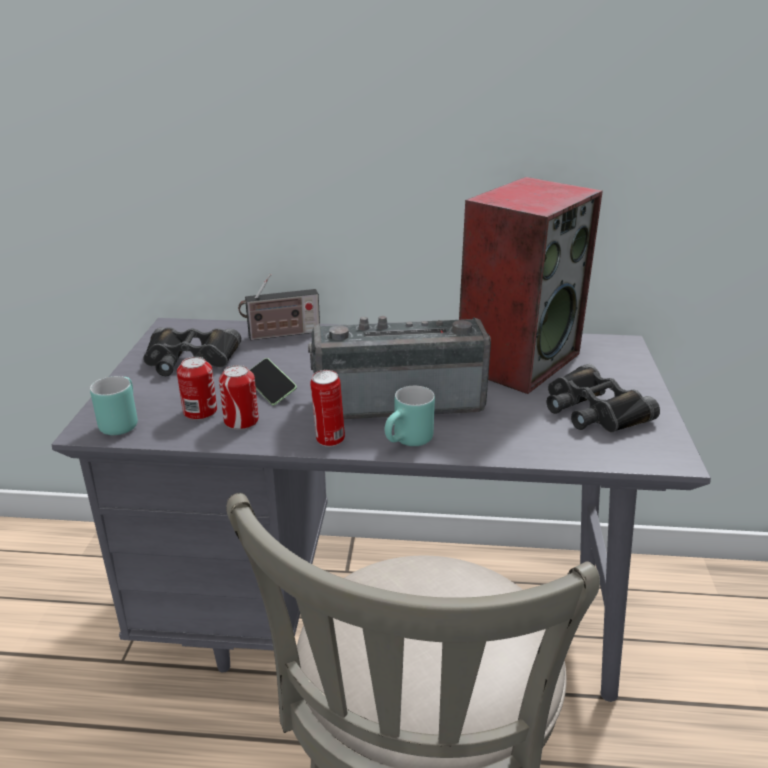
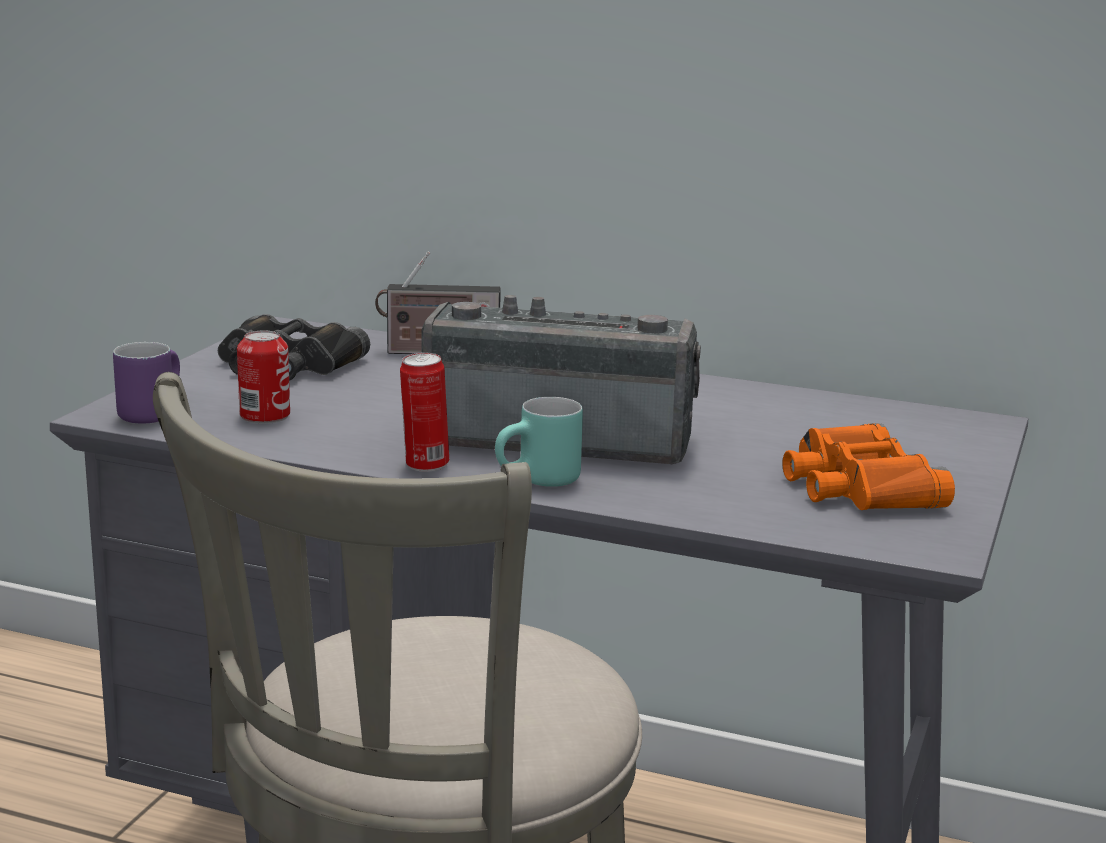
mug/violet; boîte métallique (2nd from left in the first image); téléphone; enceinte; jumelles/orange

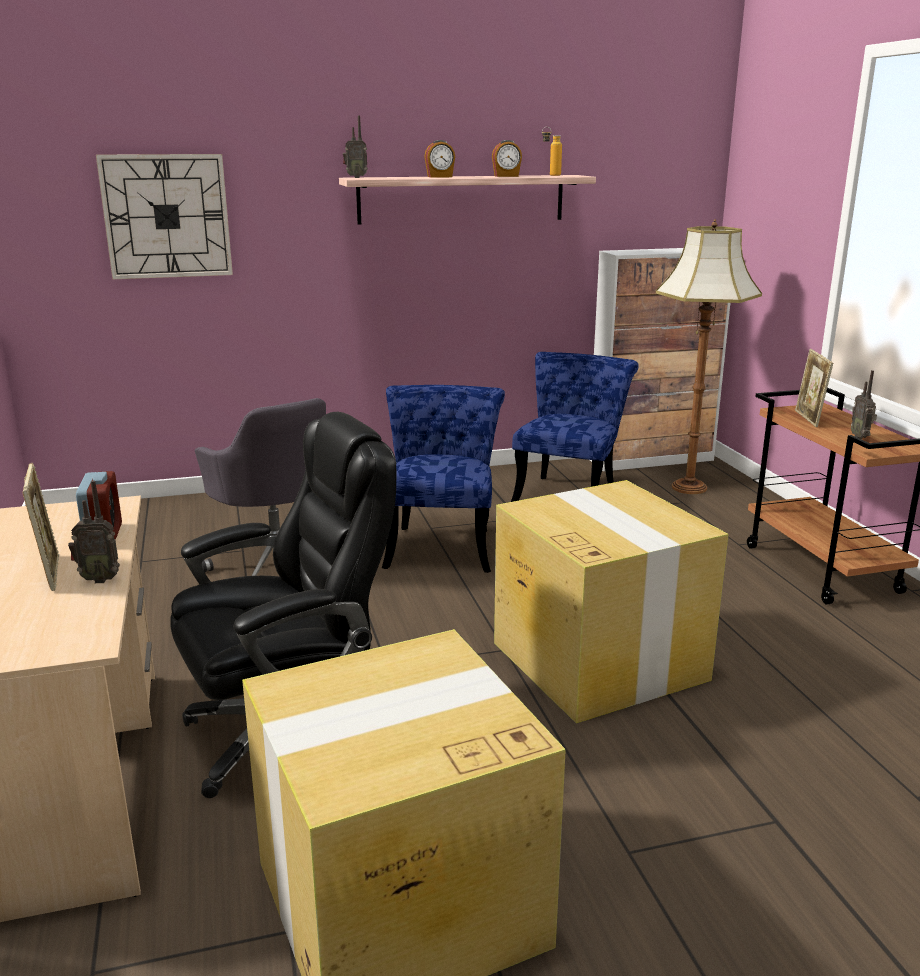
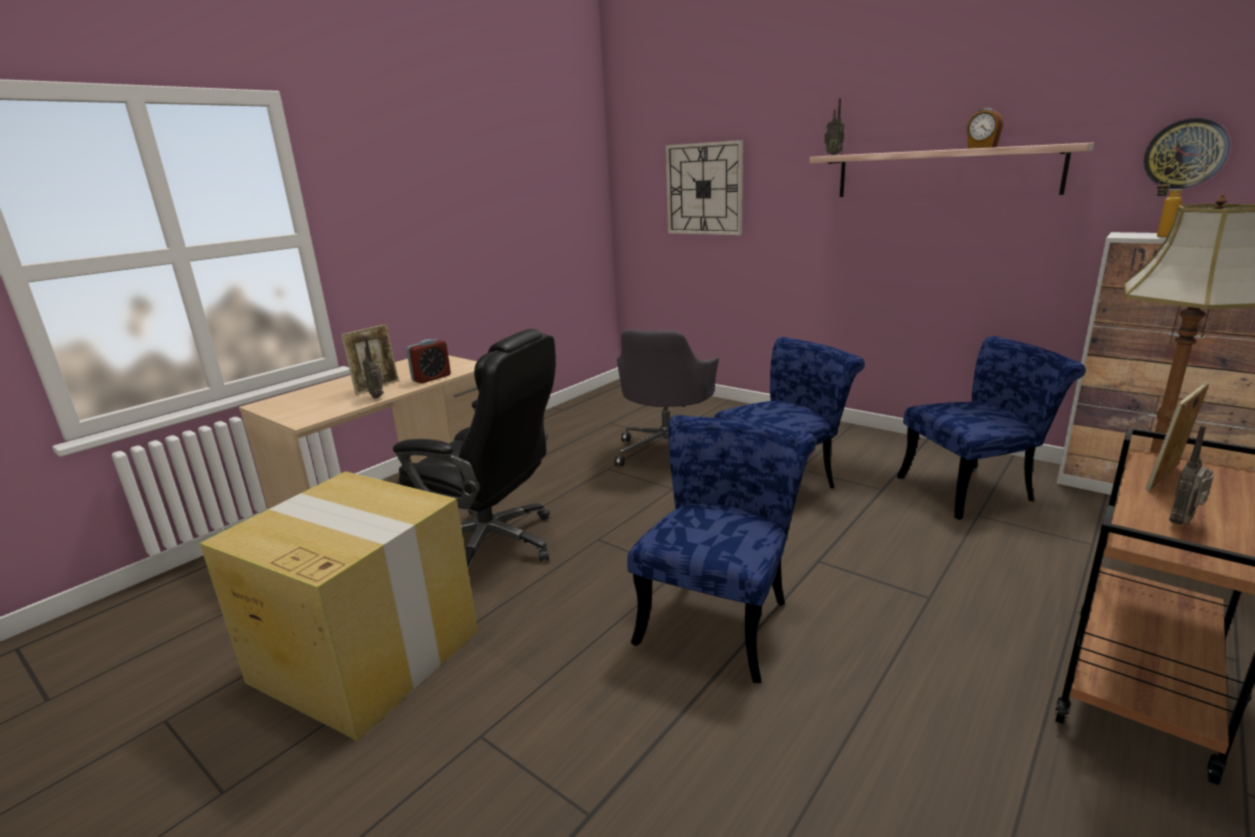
réveil (2nd from left in the first image); chaise/bleu (1st from left); bouteille; horloge murale (2nd from left)

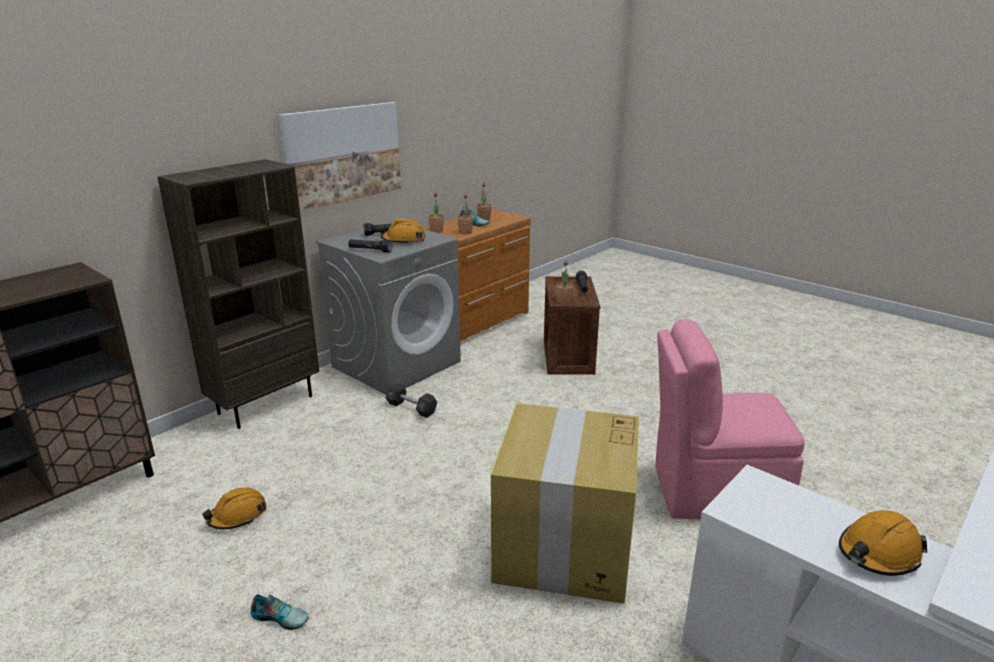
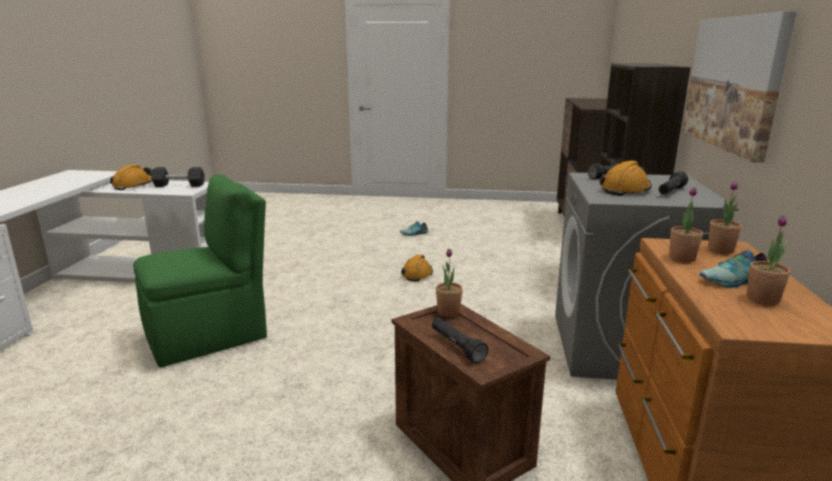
casque de chantier/orange (2nd from left); haltère/noir; carton; chaise/vert

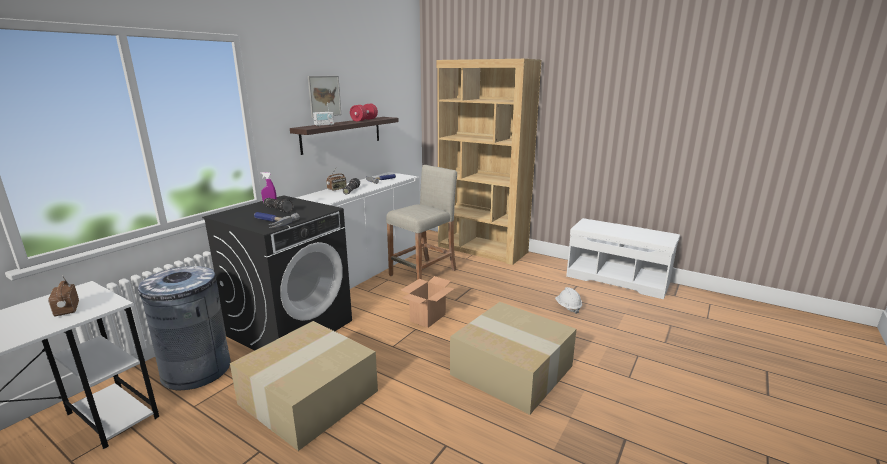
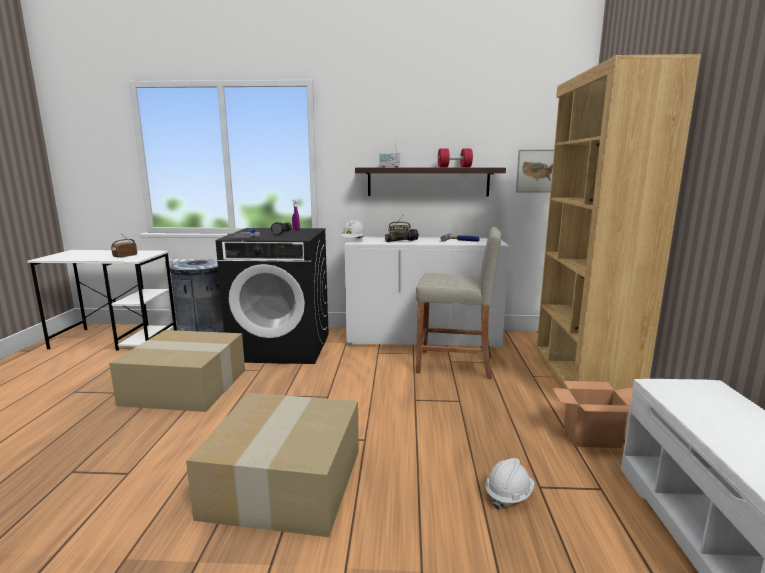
tableau; carton (3rd from left); casque de chantier/blanc (1st from left)

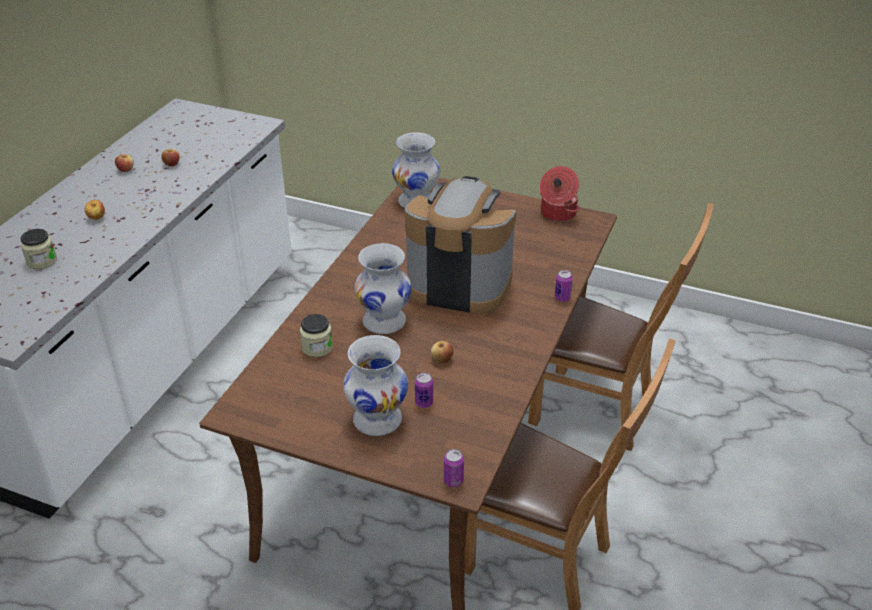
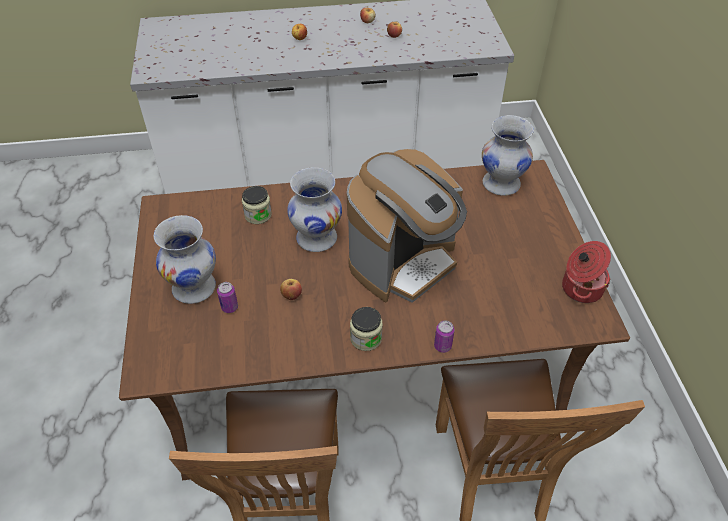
bocal (2nd from left); machine à café; boîte métallique (2nd from left in the first image)

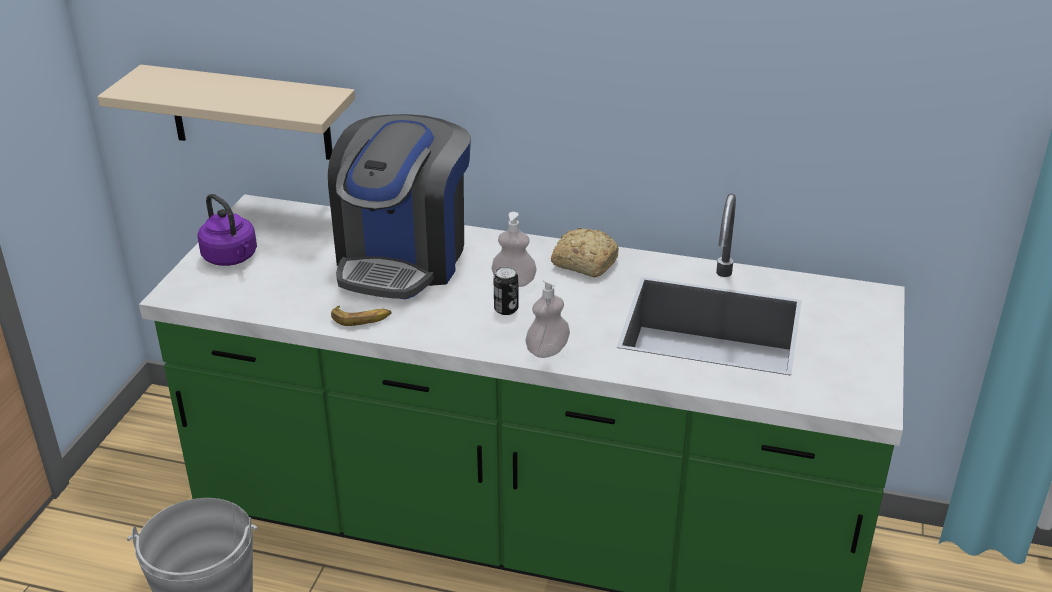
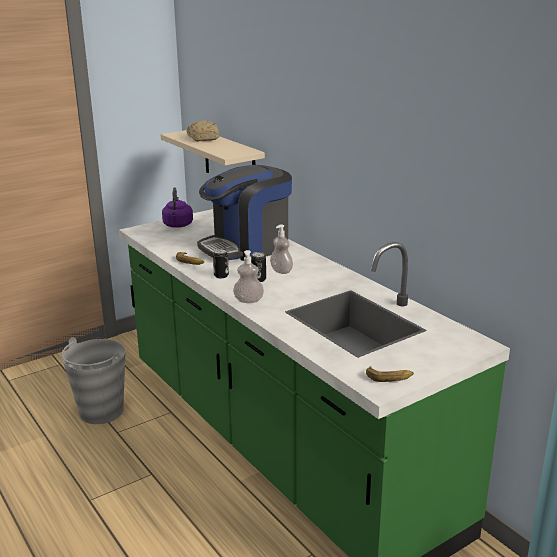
pain; boîte métallique (1st from left); banane (2nd from left)

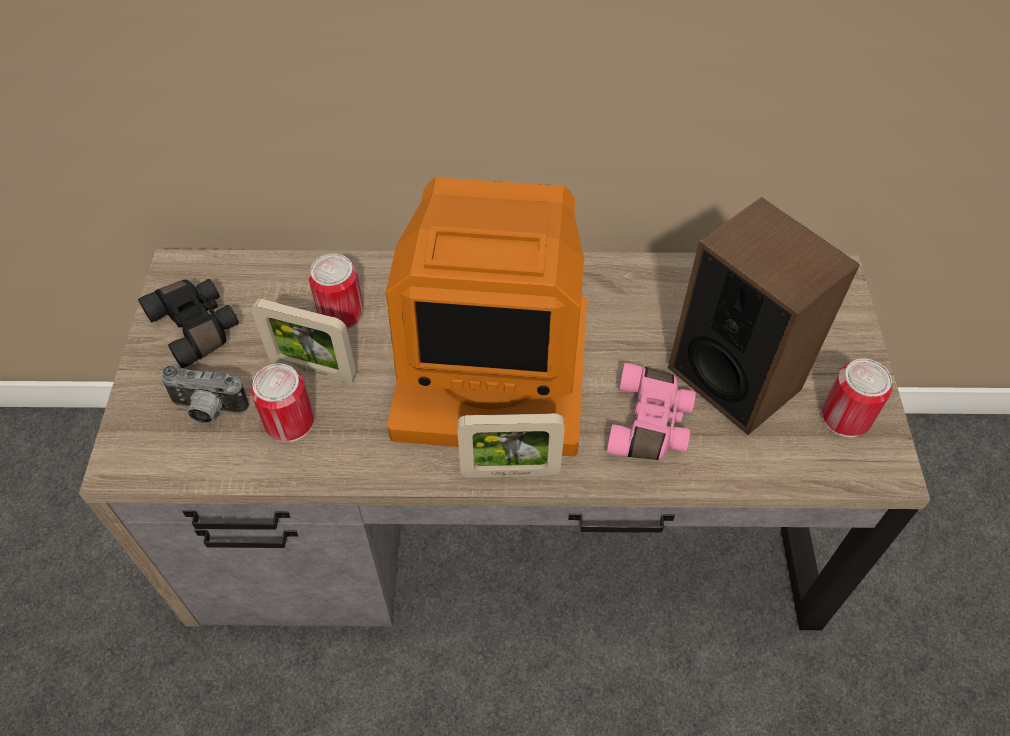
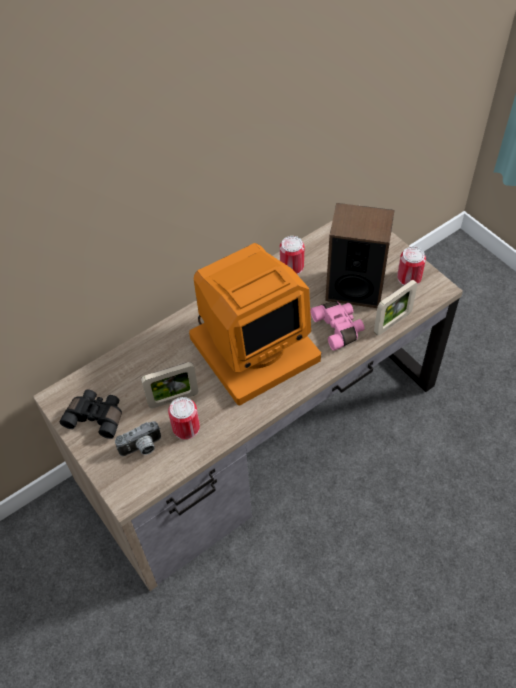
boîte métallique (2nd from left); cadre photo (2nd from left)

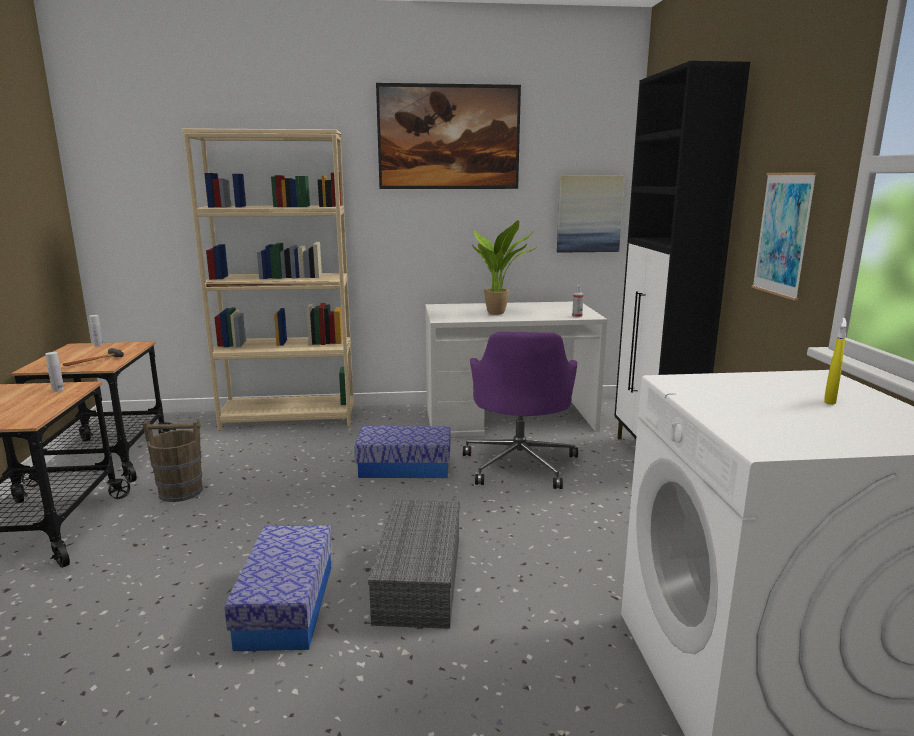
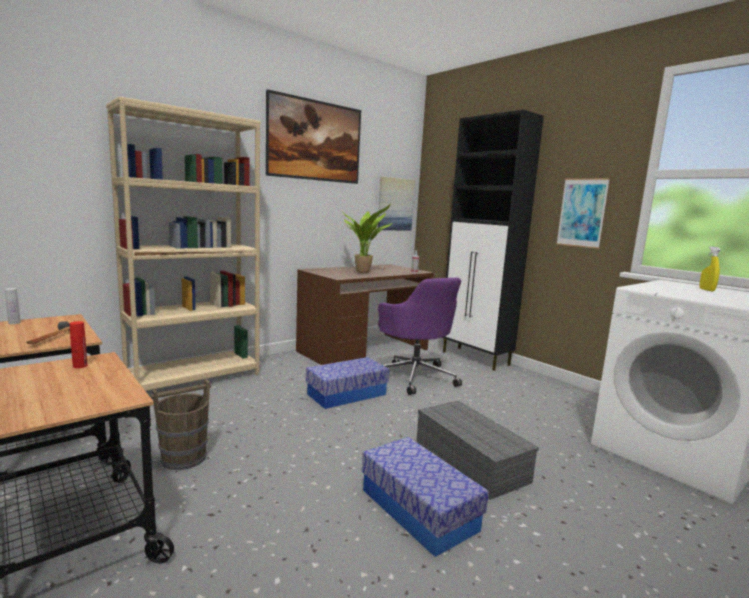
bouteille/rouge; bureau/marron

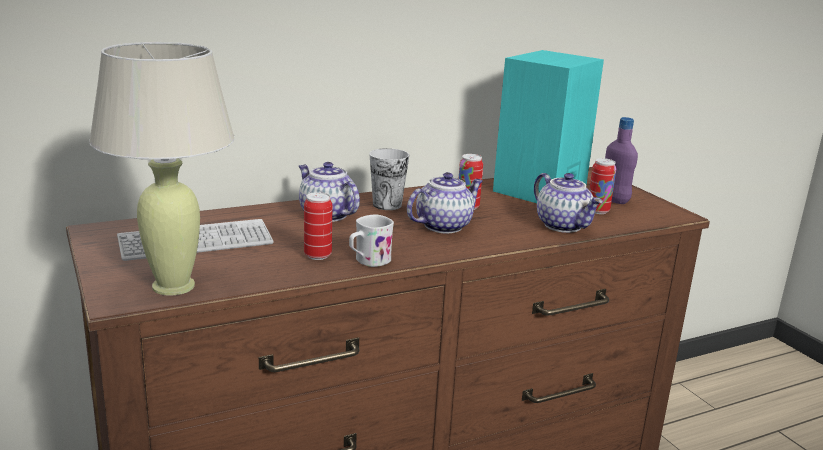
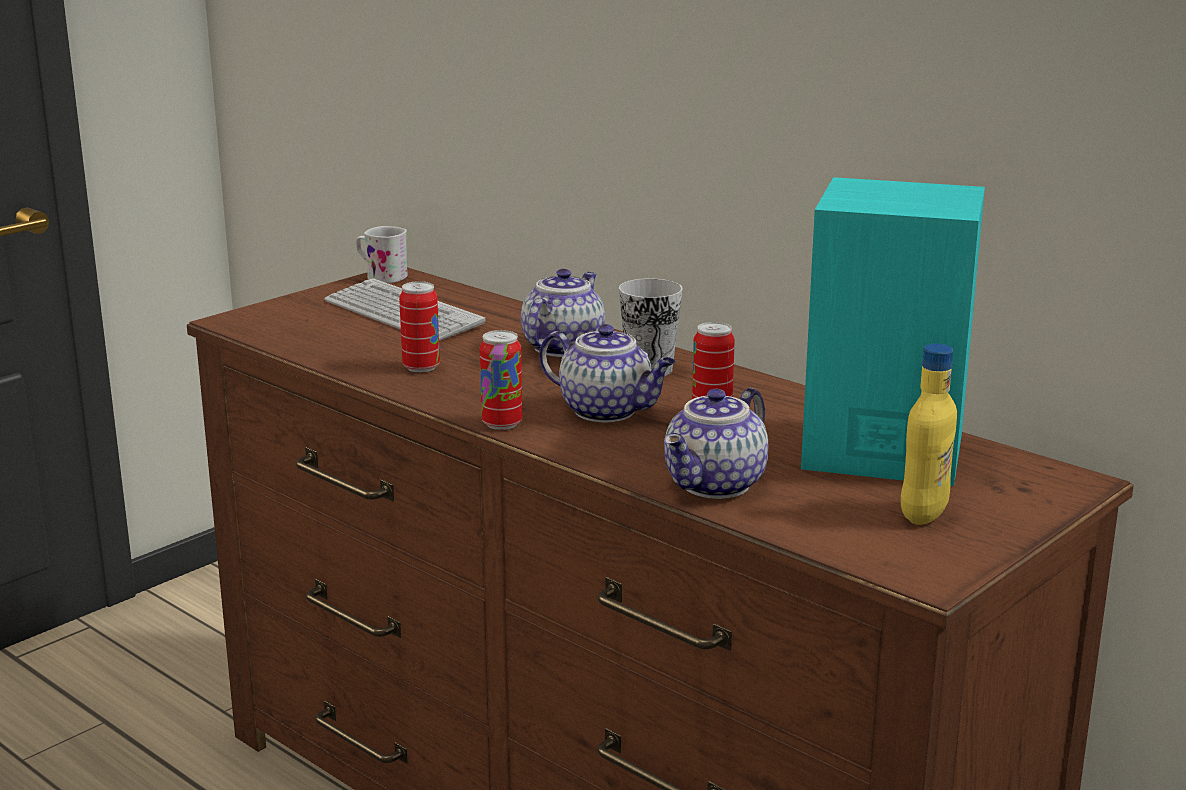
lampe de table/beige; mug/blanc; boîte métallique (2nd from left); bouteille/jaune

